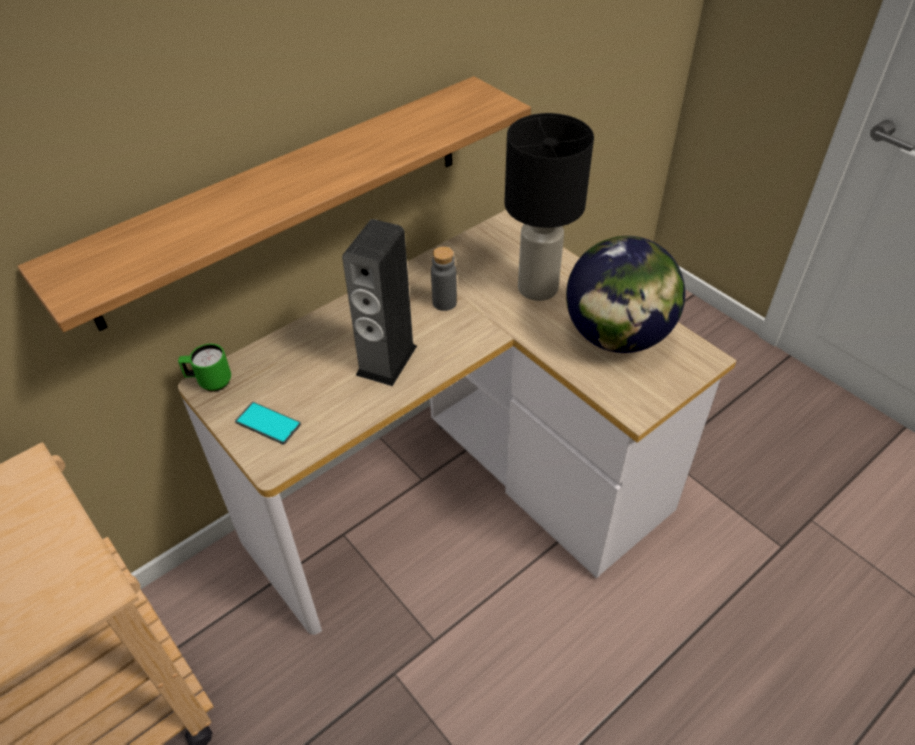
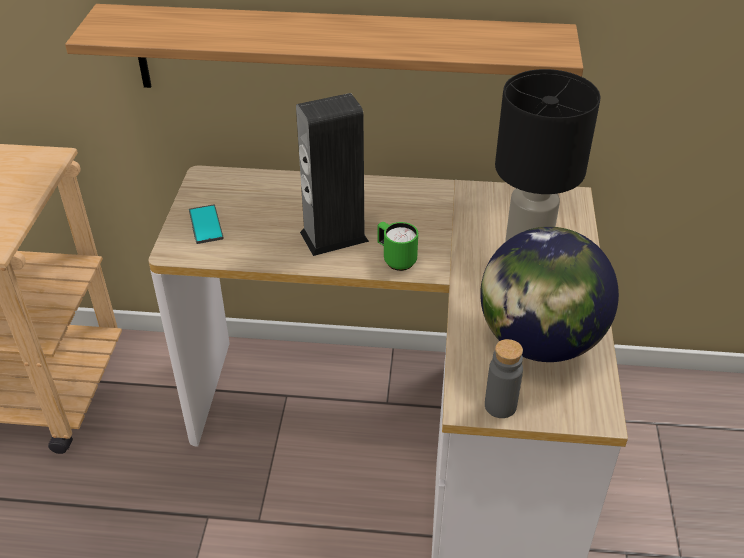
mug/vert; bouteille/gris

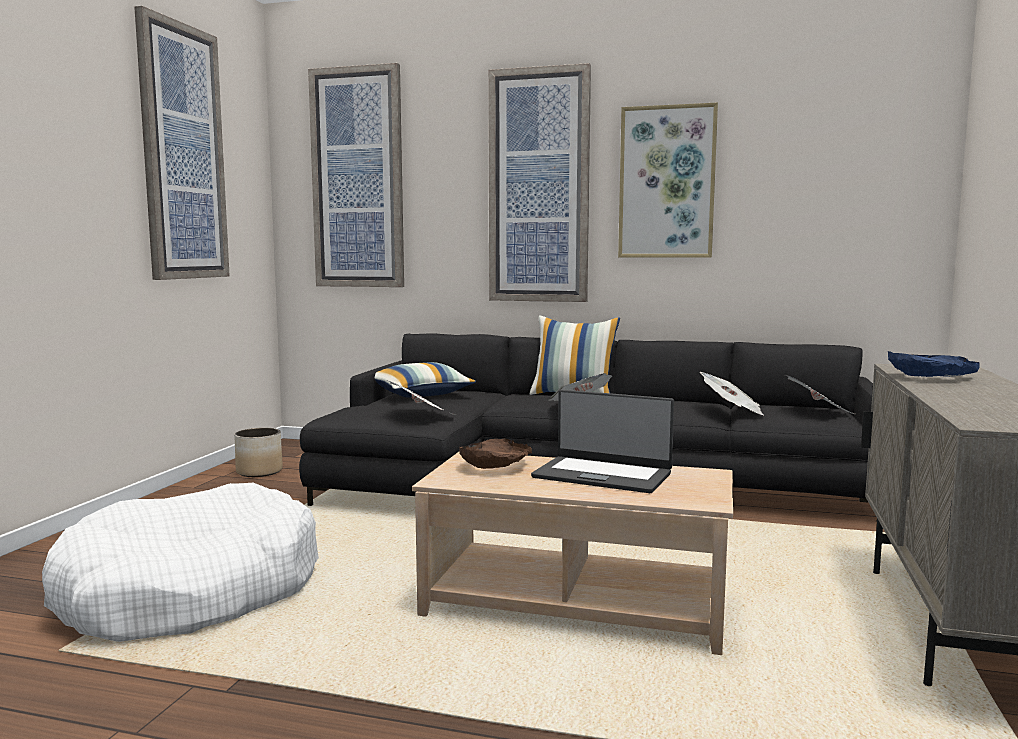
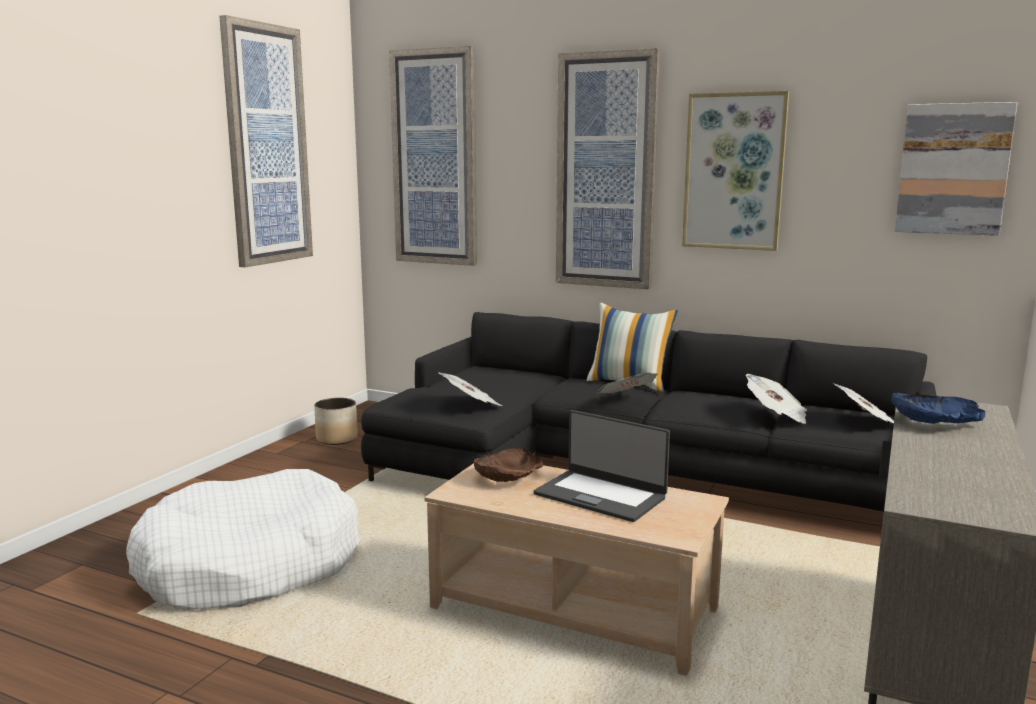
coussin (1st from left in the first image); tableau (5th from left)

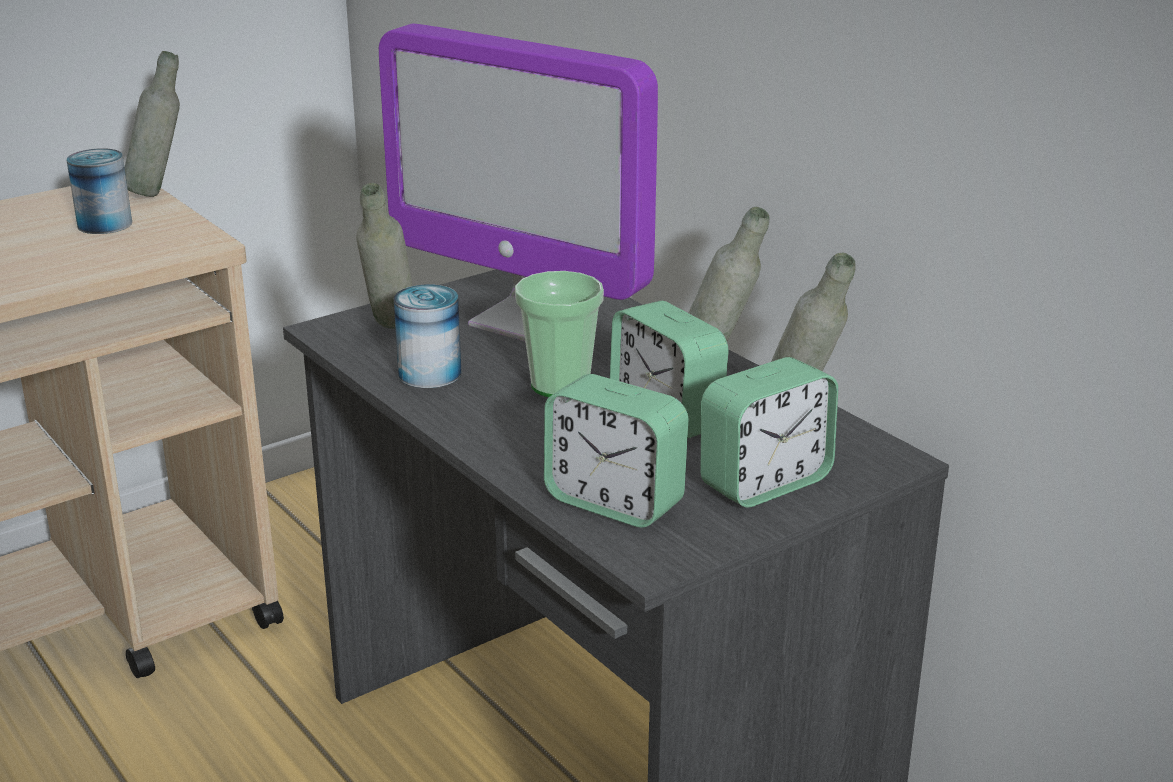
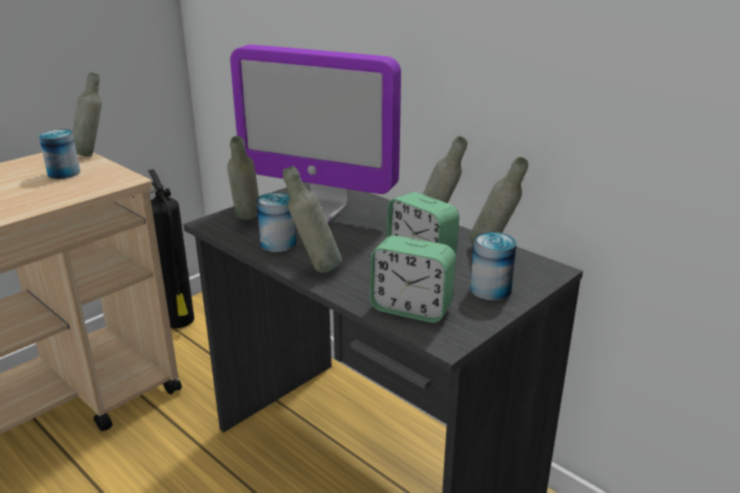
tasse; boîte métallique (3rd from left); extincteur; bouteille/gris (3rd from left)

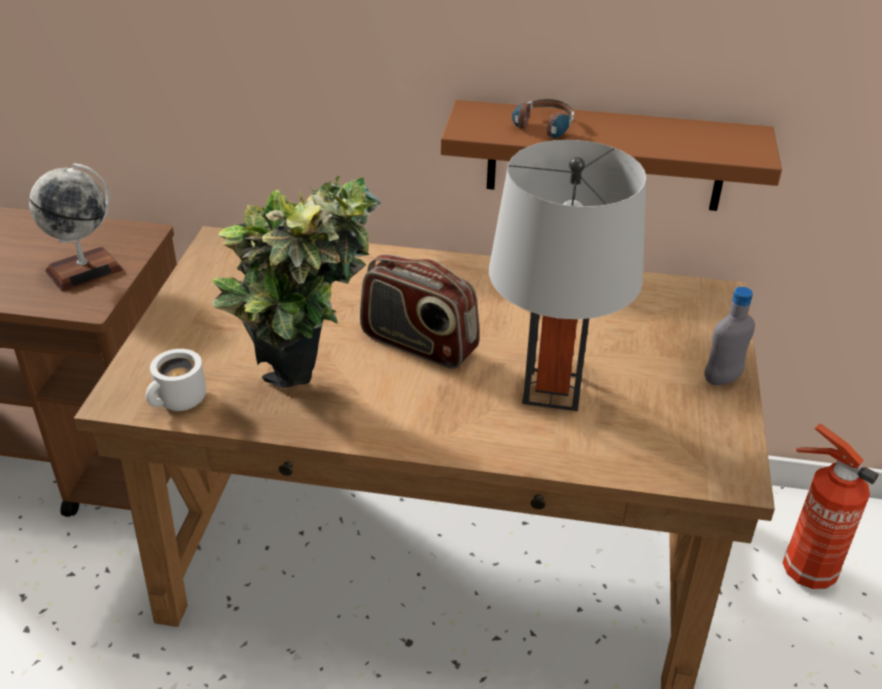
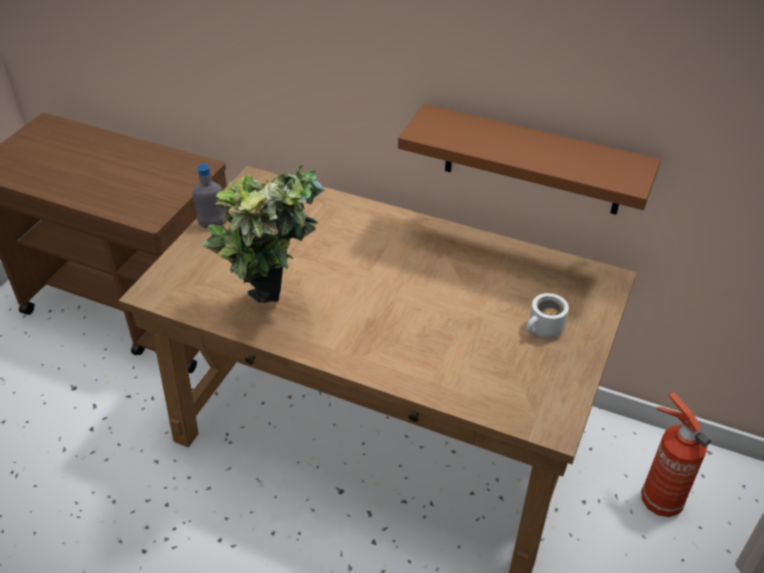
globe; mug/blanc; radio; lampe de table/gris; casque audio; bouteille/gris

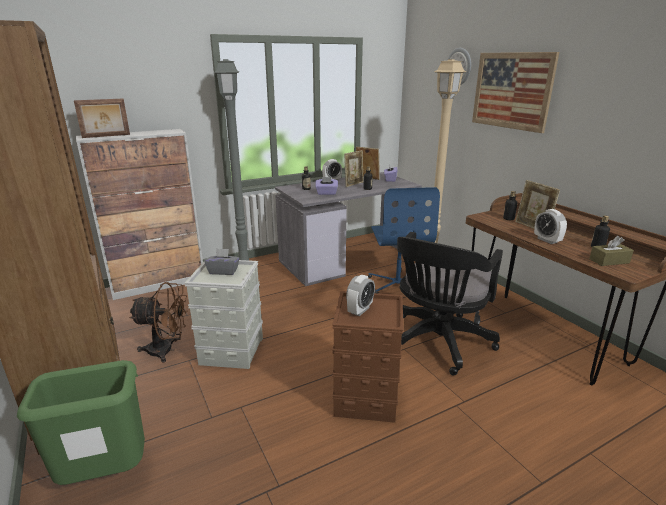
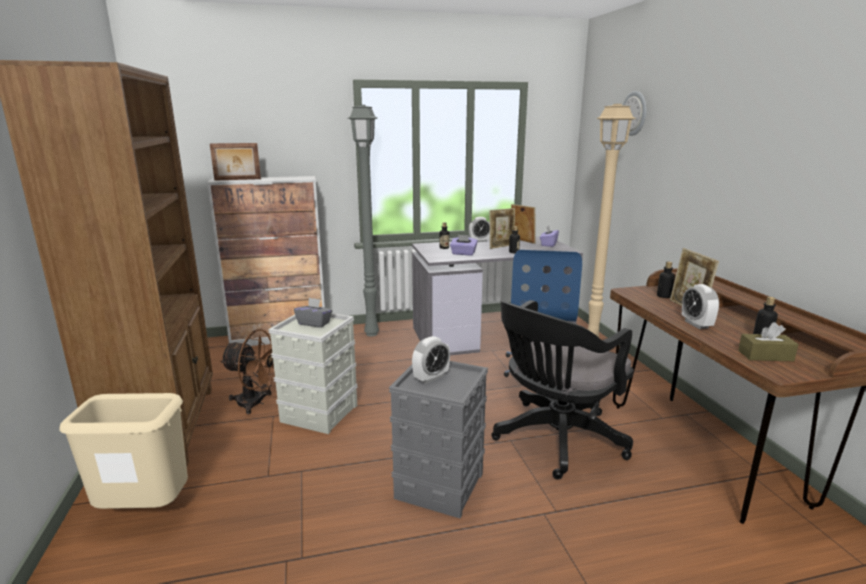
poubelle/beige; boîte de rangement/gris (2nd from left); tableau

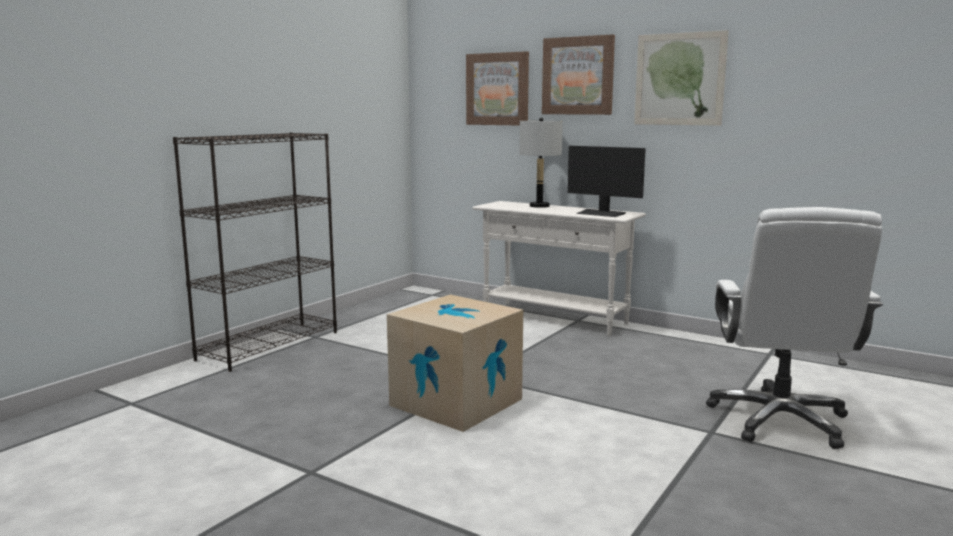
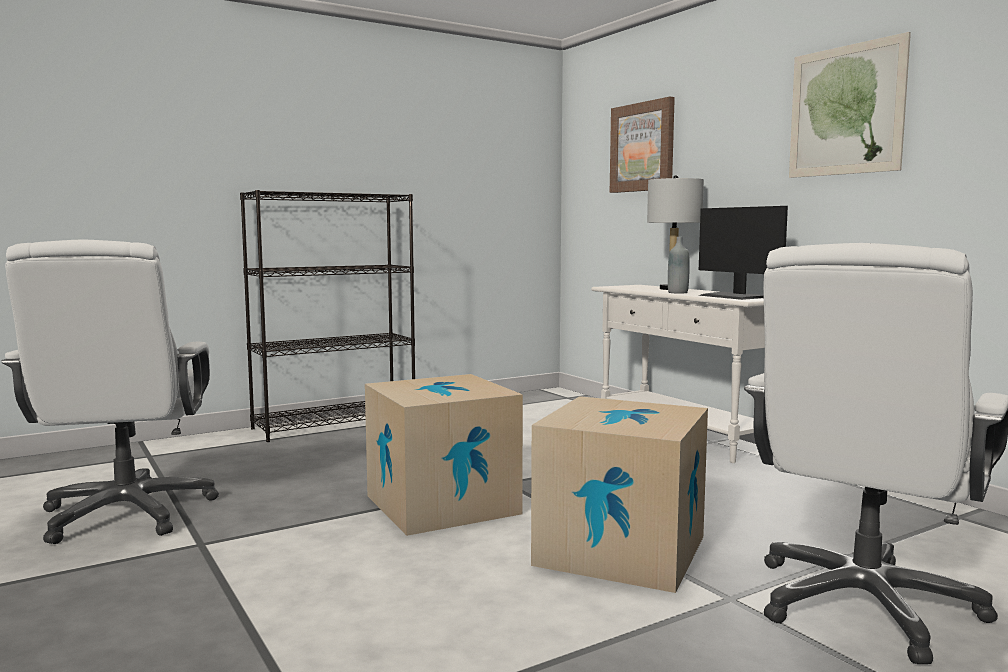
tableau (2nd from left in the first image); chaise de bureau/blanc (1st from left); carton (2nd from left); bouteille/gris

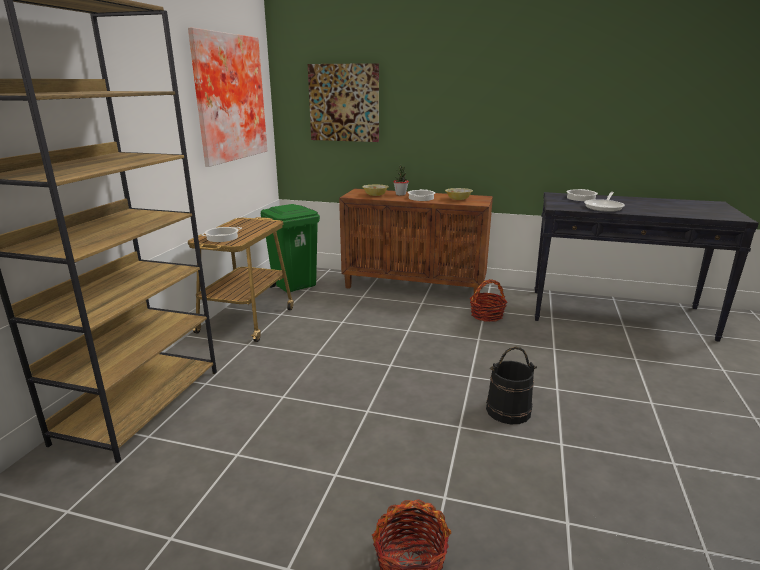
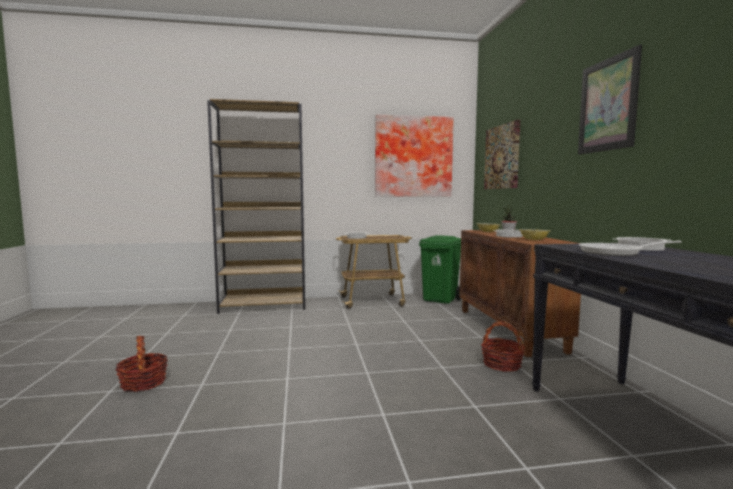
seau/noir; tableau (3rd from left)

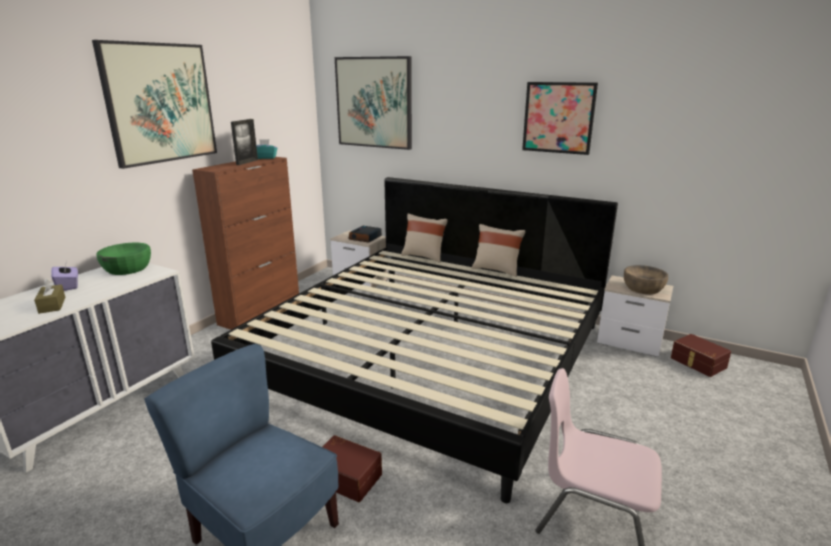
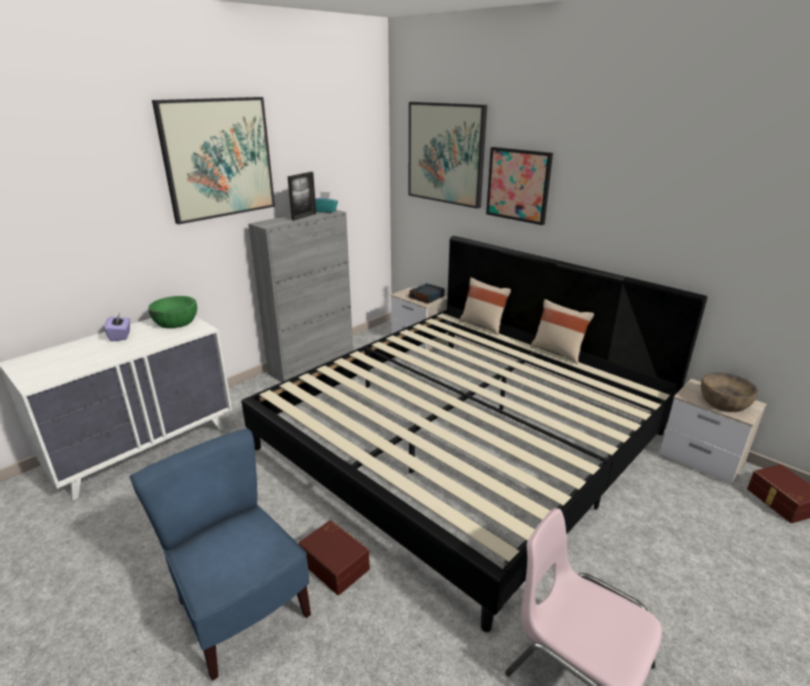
boîte à mouchoirs/marron; meuble de rangement/gris; tableau (3rd from left)

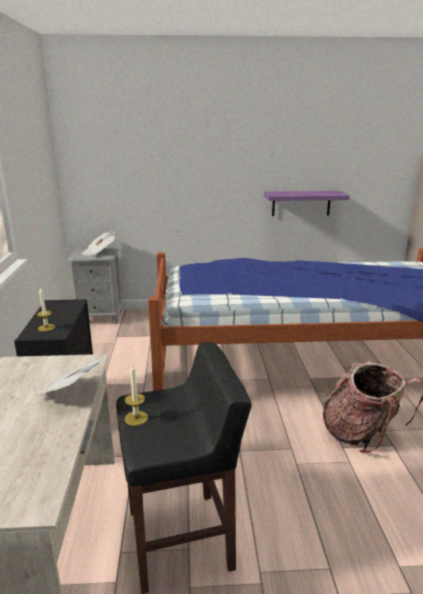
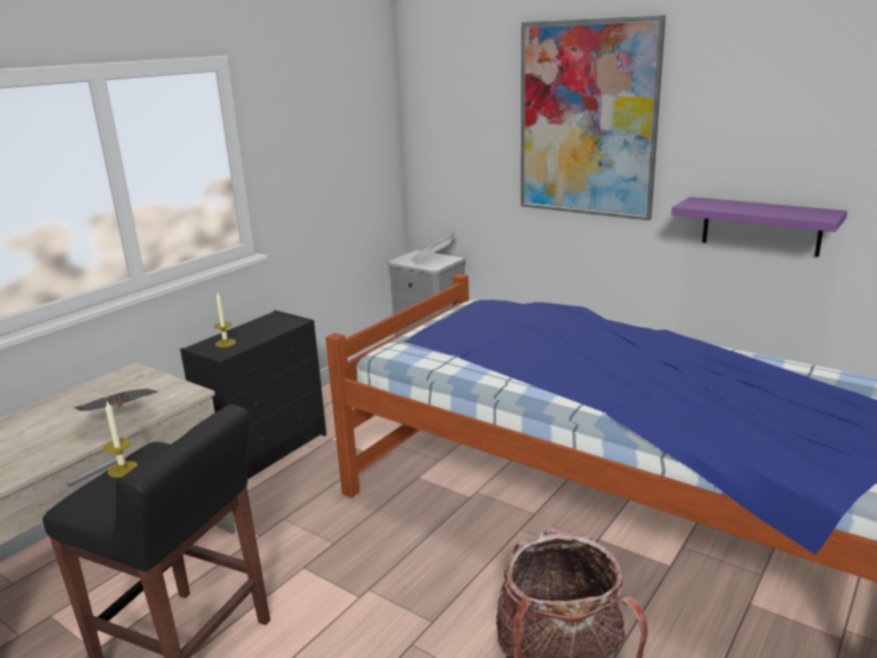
tableau

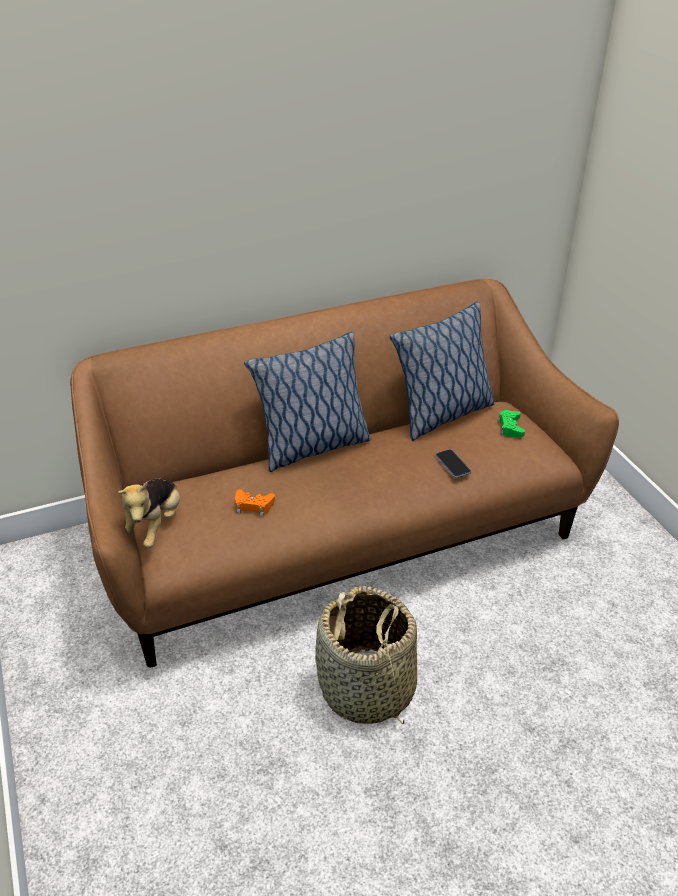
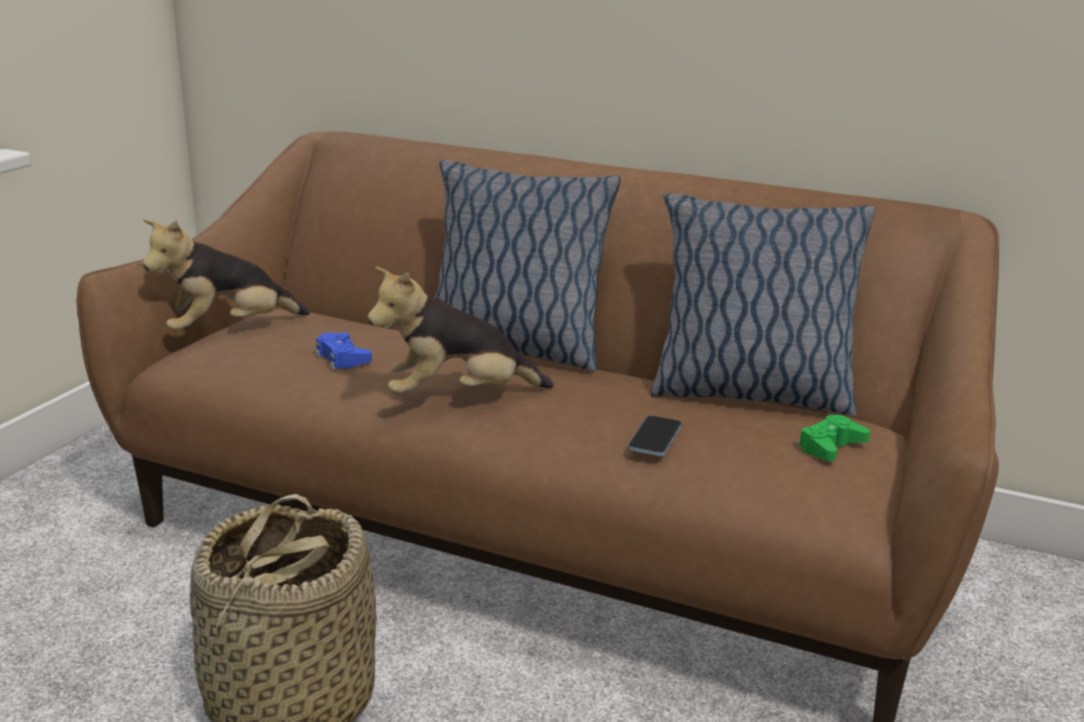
manette/bleu; peluche (2nd from left)

